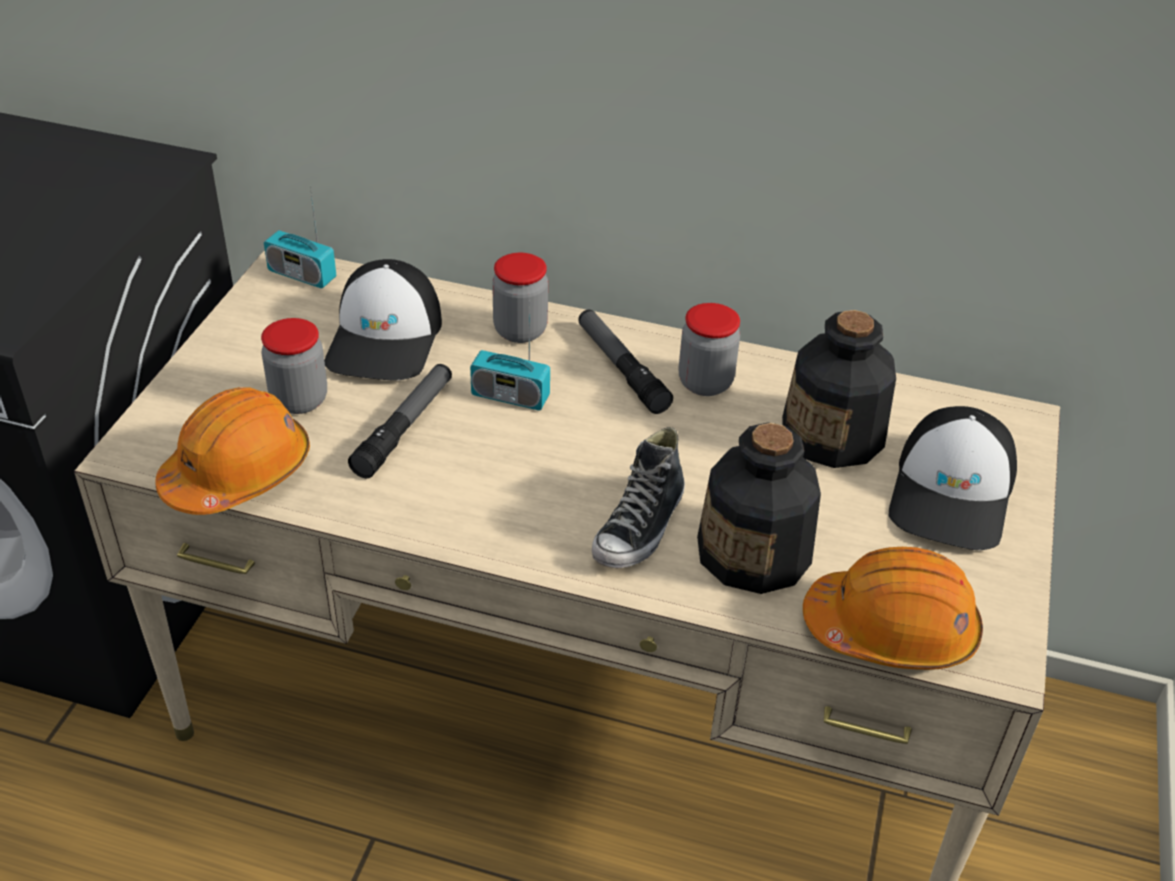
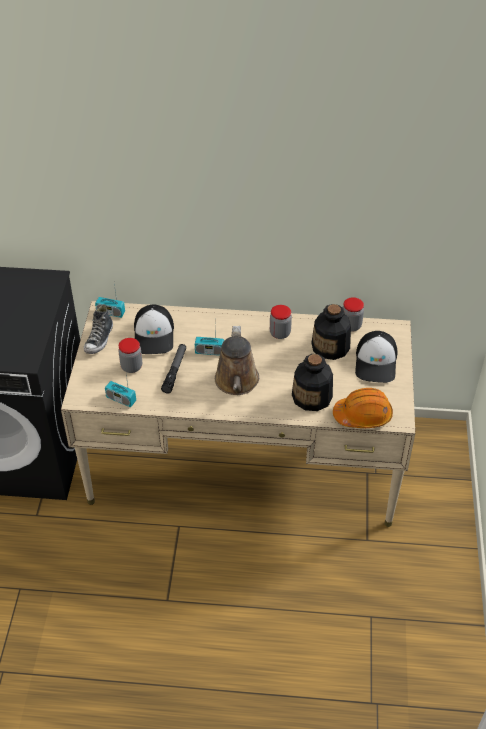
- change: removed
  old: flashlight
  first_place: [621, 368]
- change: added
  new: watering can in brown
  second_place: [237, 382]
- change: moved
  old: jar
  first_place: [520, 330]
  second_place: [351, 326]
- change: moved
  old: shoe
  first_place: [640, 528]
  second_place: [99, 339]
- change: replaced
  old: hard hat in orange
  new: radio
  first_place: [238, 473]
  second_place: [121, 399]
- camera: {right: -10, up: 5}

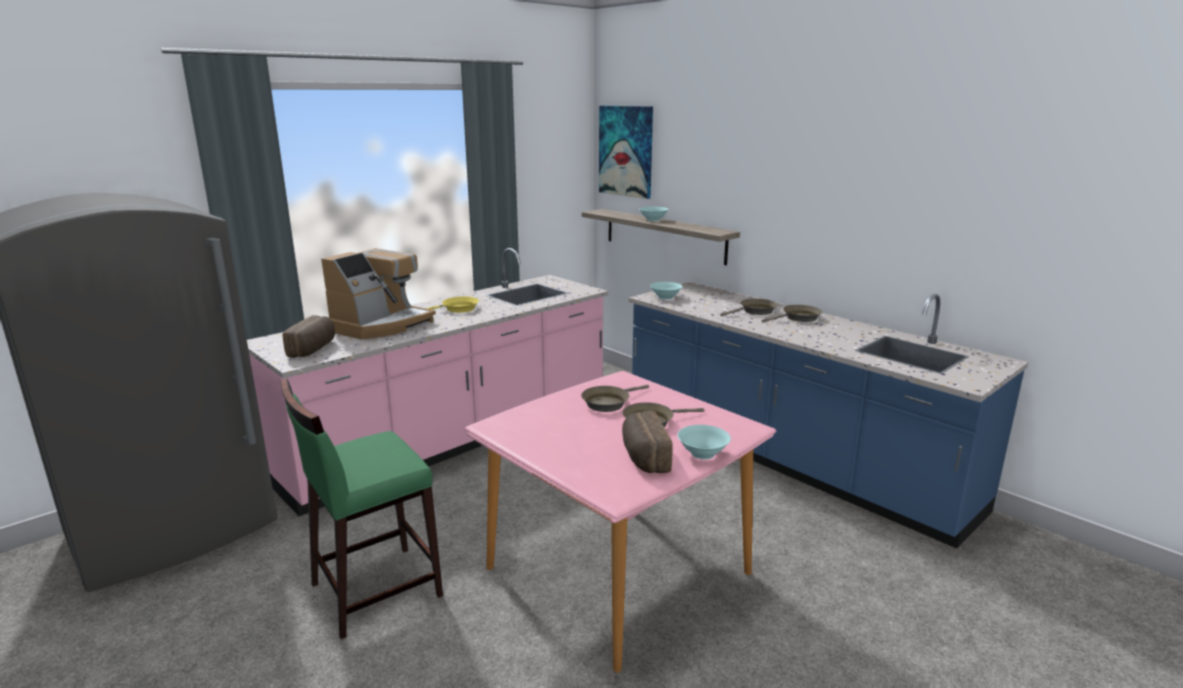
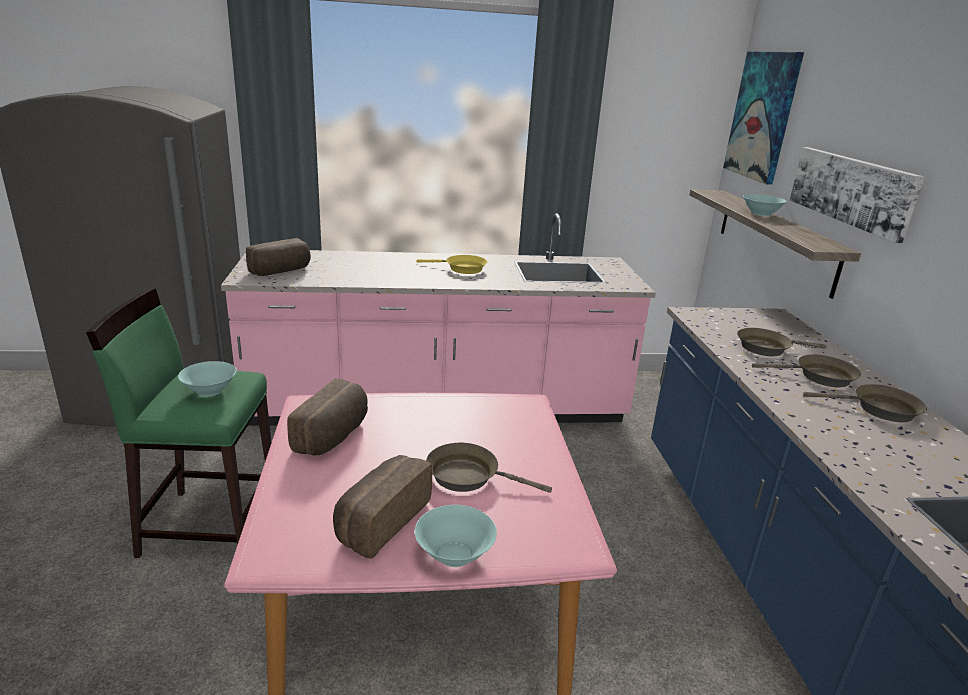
- change: removed
  old: coffee machine
  first_place: [381, 325]
- change: added
  new: bread
  second_place: [334, 436]
- change: added
  new: picture
  second_place: [851, 190]
- change: moved
  old: frying pan in brown
  first_place: [608, 403]
  second_place: [767, 348]
- change: moved
  old: bowl in turquoise
  first_place: [665, 297]
  second_place: [210, 390]
- camera: {right: 35, up: 5}

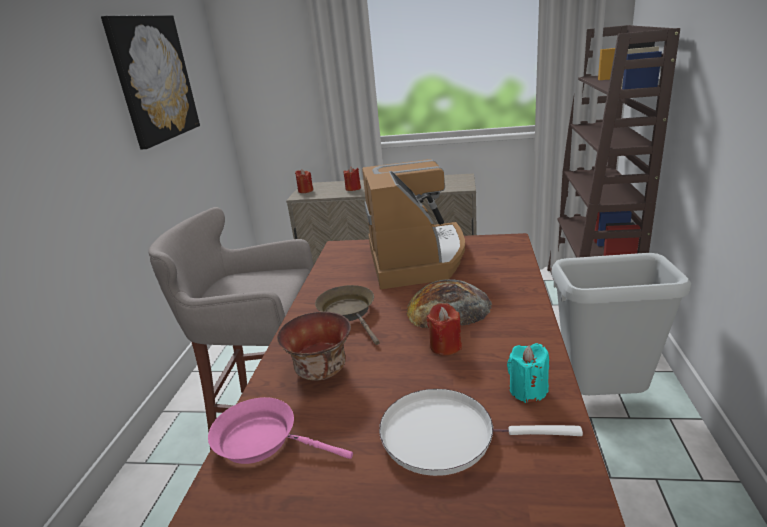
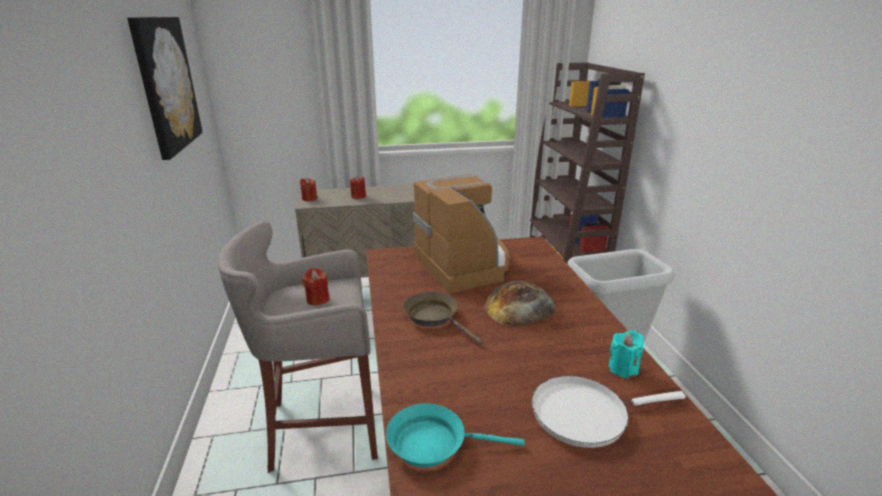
- change: removed
  old: bowl
  first_place: [322, 370]
- change: moved
  old: candle in red
  first_place: [445, 346]
  second_place: [317, 299]
- change: recoloured
  old: frying pan in pink
  new: frying pan in turquoise
  first_place: [263, 440]
  second_place: [433, 443]
- camera: {right: -20, up: 0}

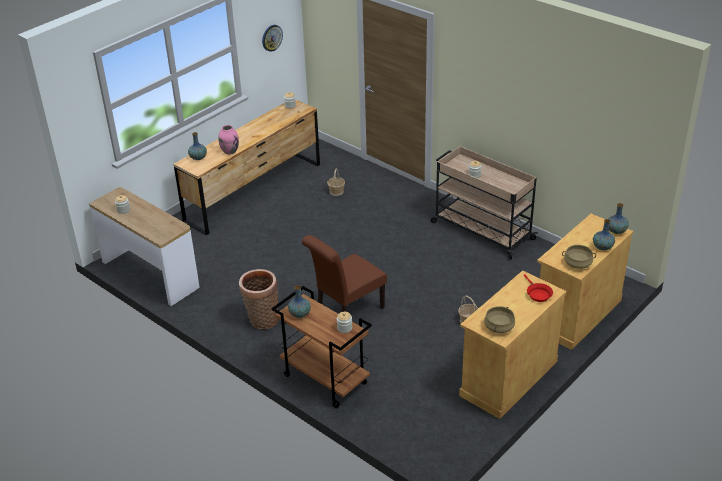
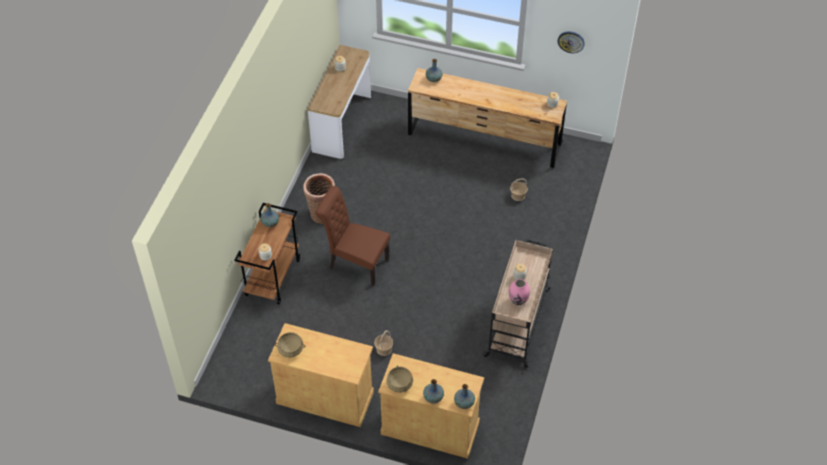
- change: removed
  old: frying pan in red
  first_place: [537, 294]
- change: moved
  old: vase in pink
  first_place: [230, 151]
  second_place: [518, 300]
- camera: {right: 65, up: 15}

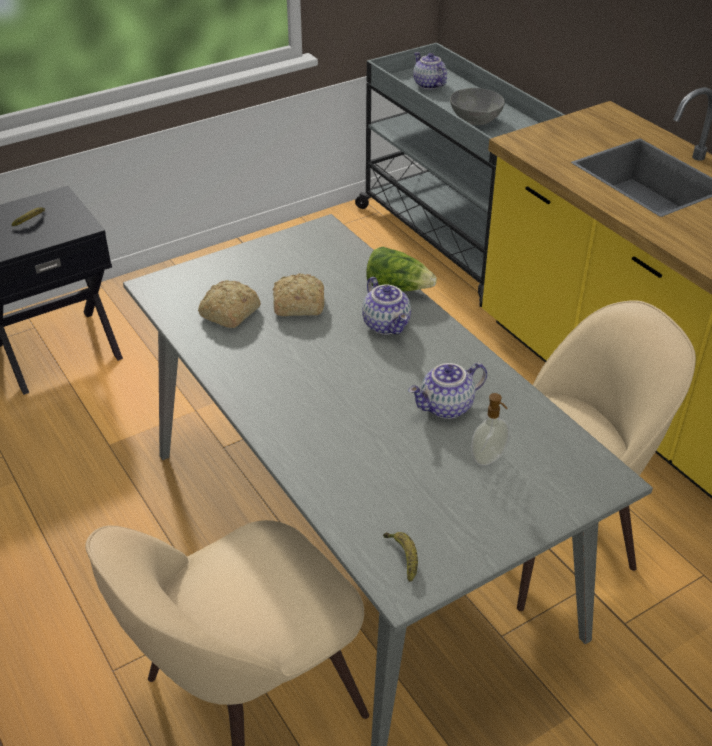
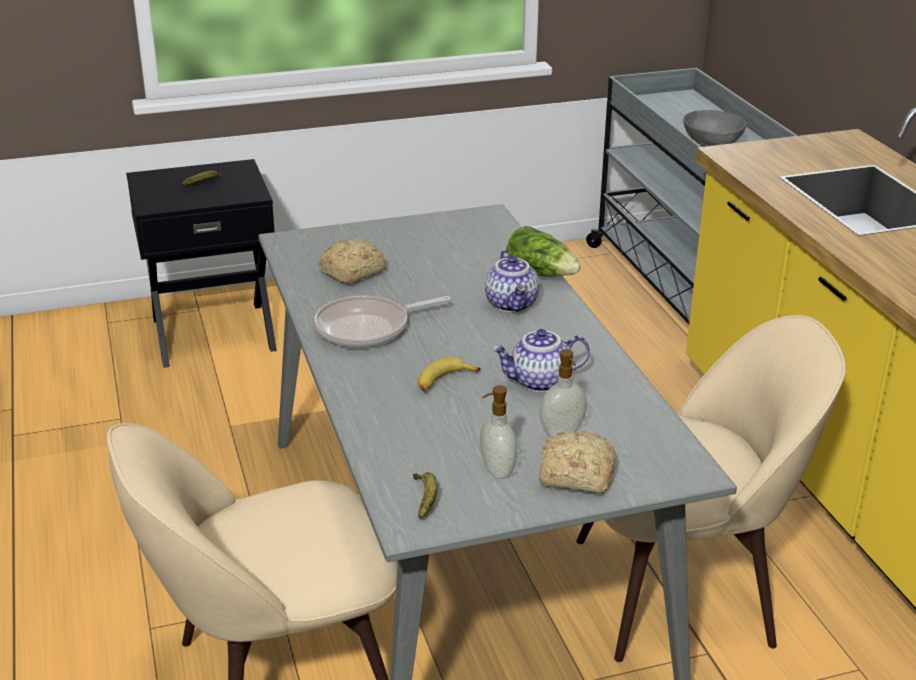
- change: removed
  old: teapot
  first_place: [428, 85]
- change: added
  new: frying pan
  second_place: [368, 328]
- change: added
  new: banana
  second_place: [443, 381]
- change: added
  new: soap dispenser
  second_place: [496, 470]
- change: moved
  old: bread
  first_place: [297, 305]
  second_place: [574, 475]
- camera: {right: 15, up: -10}

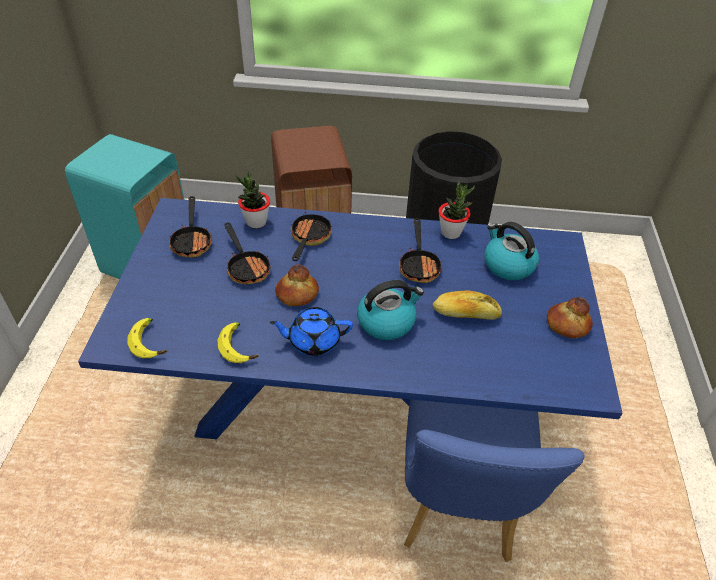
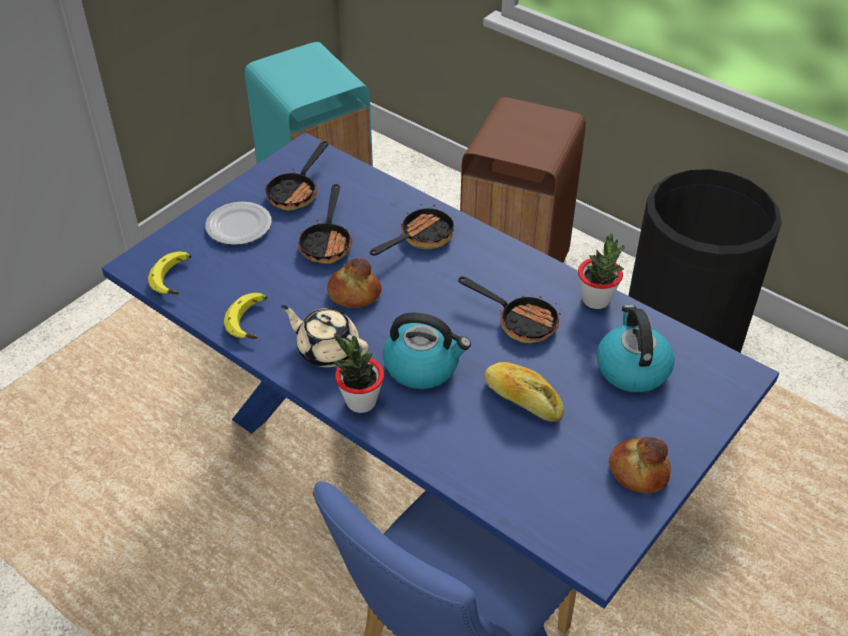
- change: added
  new: plate
  second_place: [239, 227]
- change: moved
  old: potted plant
  first_place: [256, 222]
  second_place: [361, 401]
- change: recoloured
  old: teapot in blue
  new: teapot in beige
  first_place: [313, 341]
  second_place: [327, 350]
- change: turned
  old: frying pan
  first_place: [419, 265]
  second_place: [519, 321]
  degrees: -90
- camera: {right: 35, up: 0}

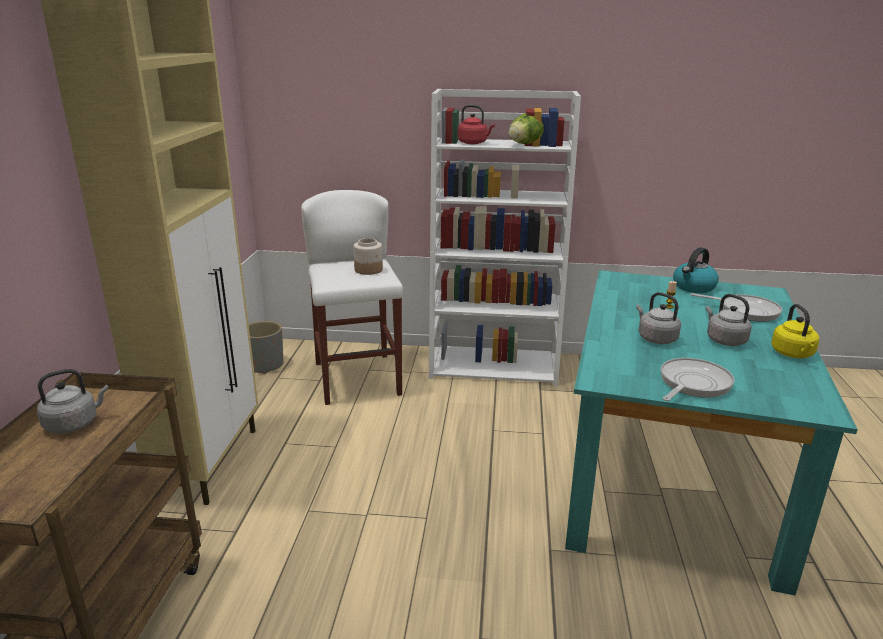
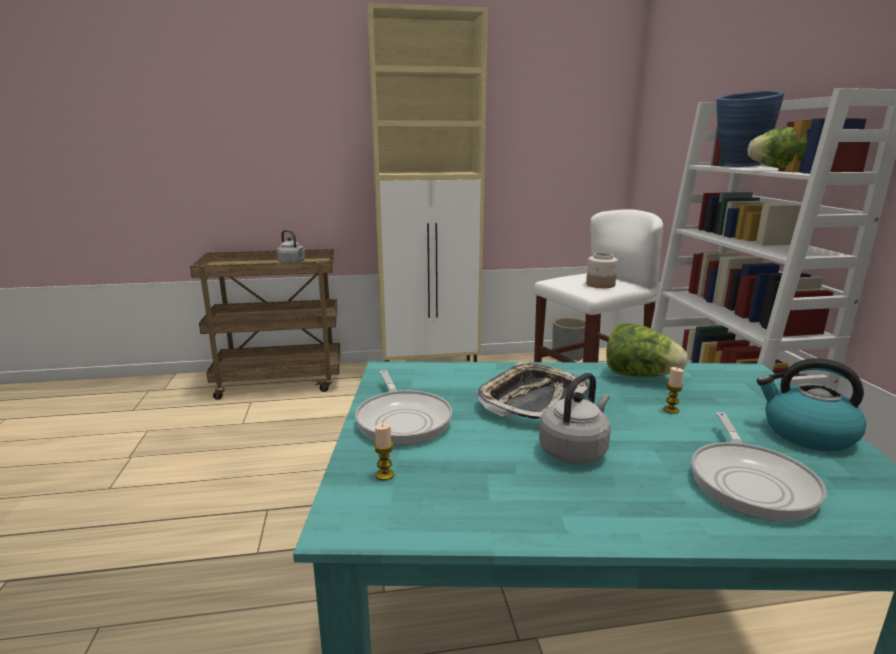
- change: removed
  old: kettle in yellow
  first_place: [793, 354]
- change: added
  new: candle
  second_place: [384, 475]
- change: added
  new: lettuce
  second_place: [640, 376]
- change: replaced
  old: kettle in red
  new: vase in blue
  first_place: [474, 143]
  second_place: [738, 166]
- change: replaced
  old: kettle in grey
  new: tray
  first_place: [655, 338]
  second_place: [532, 399]
- change: turned
  old: frying pan
  first_place: [692, 384]
  second_place: [403, 419]
  degrees: 45
- camera: {right: 75, up: -5}

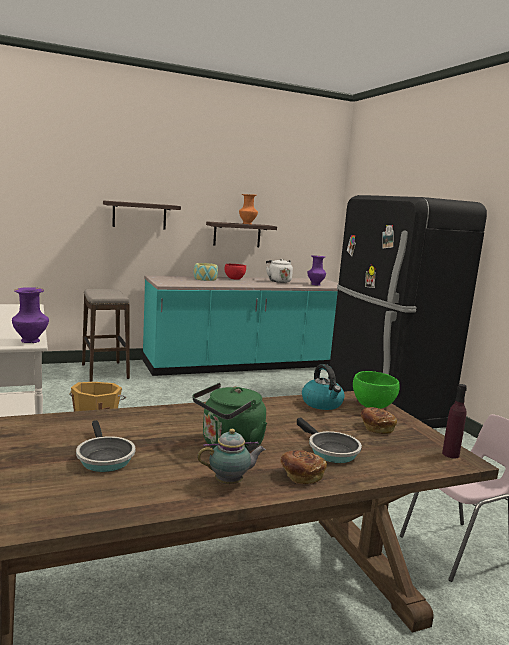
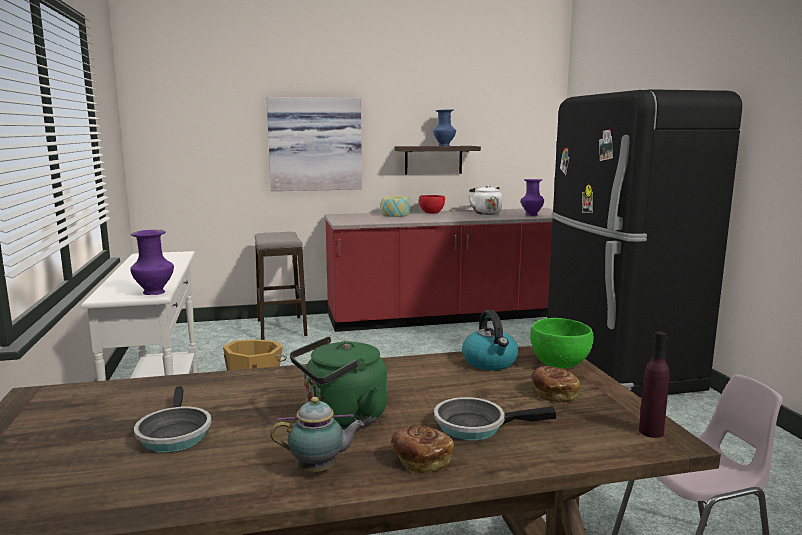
- change: replaced
  old: shelf
  new: picture
  first_place: [139, 215]
  second_place: [315, 144]
- change: recoloured
  old: counter in turquoise
  new: counter in red
  first_place: [245, 365]
  second_place: [449, 316]
- change: recoloured
  old: vase in orange
  new: vase in blue
  first_place: [247, 224]
  second_place: [444, 146]
- change: turned
  old: frying pan
  first_place: [330, 451]
  second_place: [475, 426]
  degrees: 105
- camera: {right: 10, up: 0}

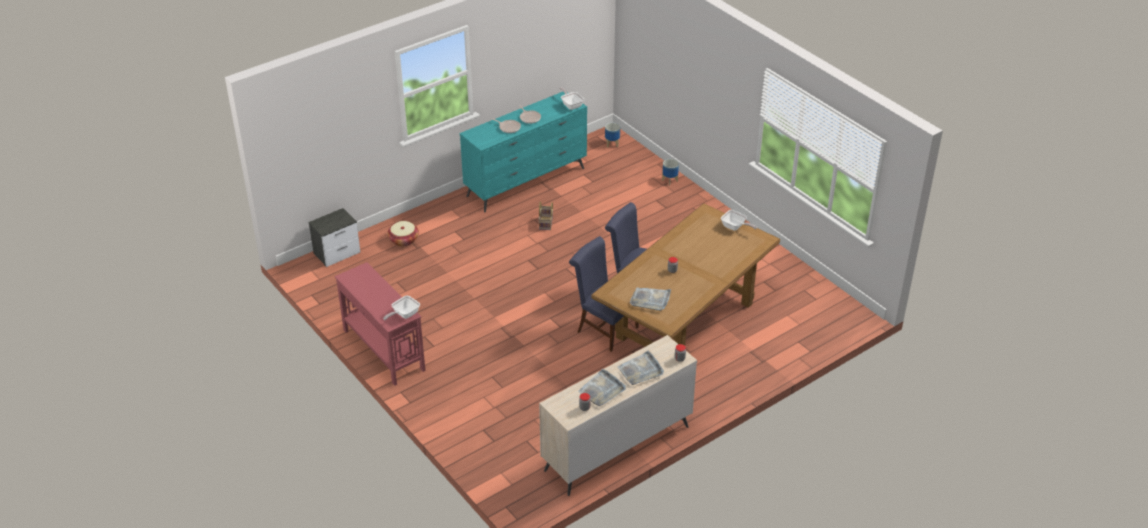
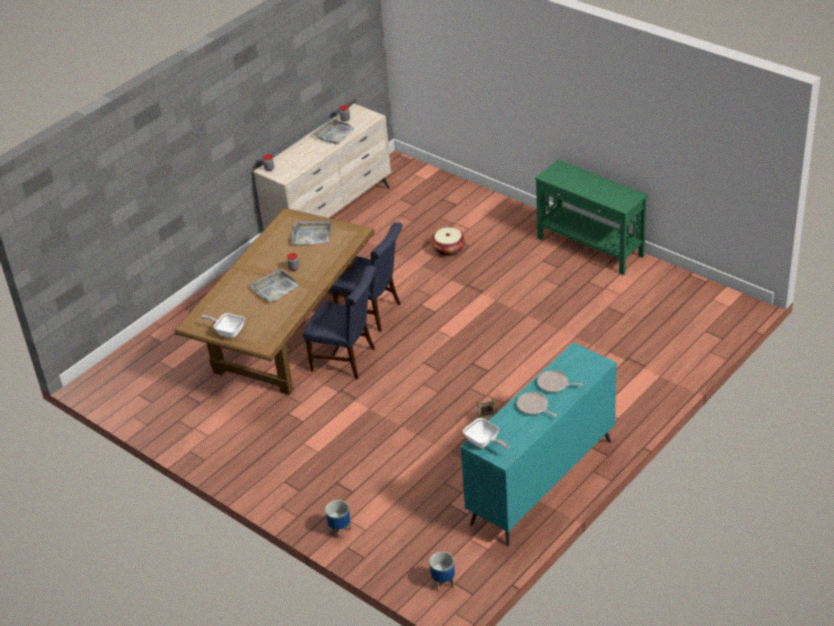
- change: removed
  old: nightstand
  first_place: [337, 253]
- change: removed
  old: frying pan
  first_place: [404, 315]
- change: moved
  old: basket
  first_place: [403, 240]
  second_place: [448, 249]
- change: moved
  old: tray in grey
  first_place: [640, 370]
  second_place: [274, 288]
- change: recoloured
  old: console table in red
  new: console table in green
  first_place: [383, 349]
  second_place: [590, 247]
- camera: {right: 170, up: 0}

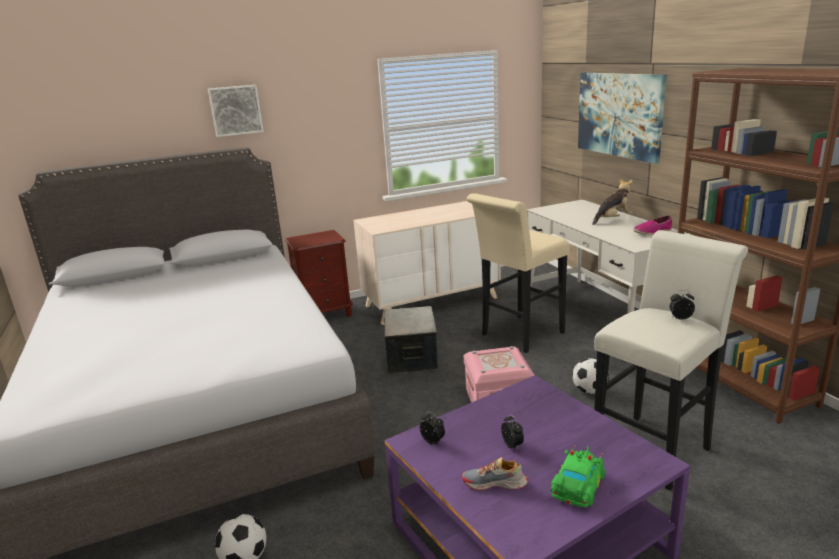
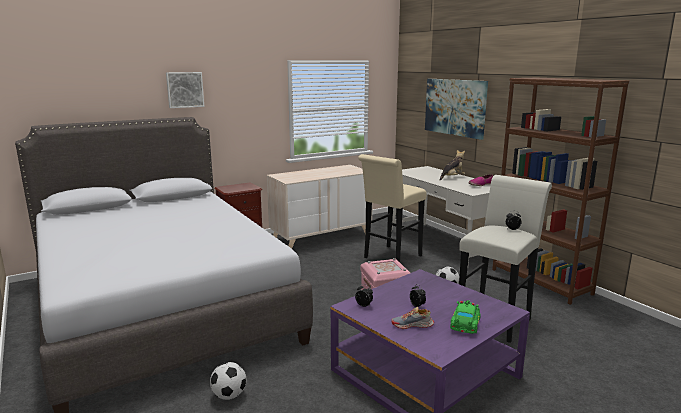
- change: removed
  old: storage box
  first_place: [412, 357]
- camera: {right: -10, up: -5}

